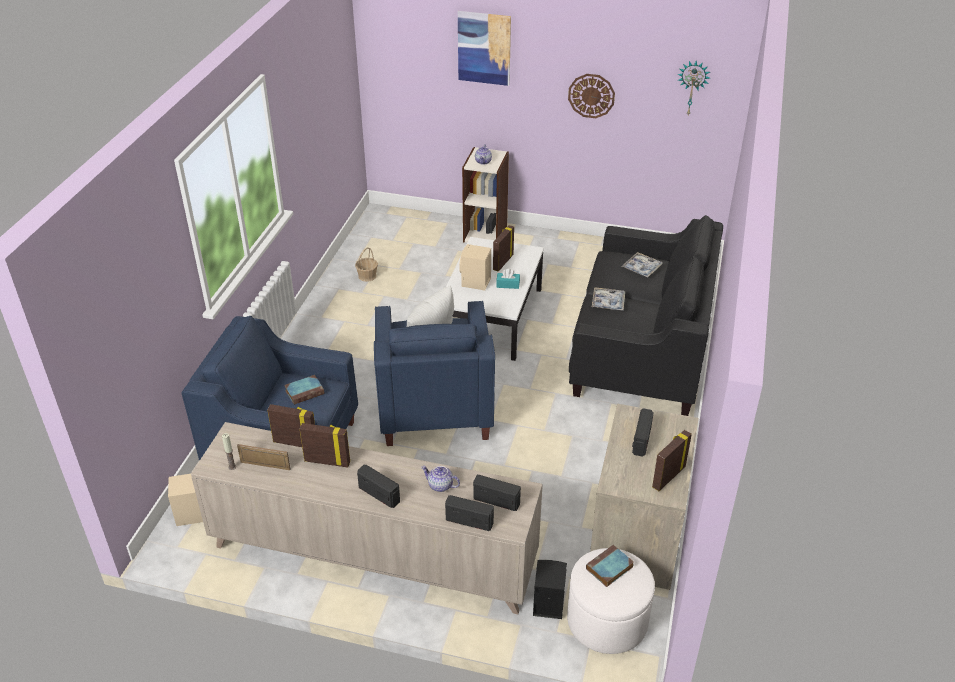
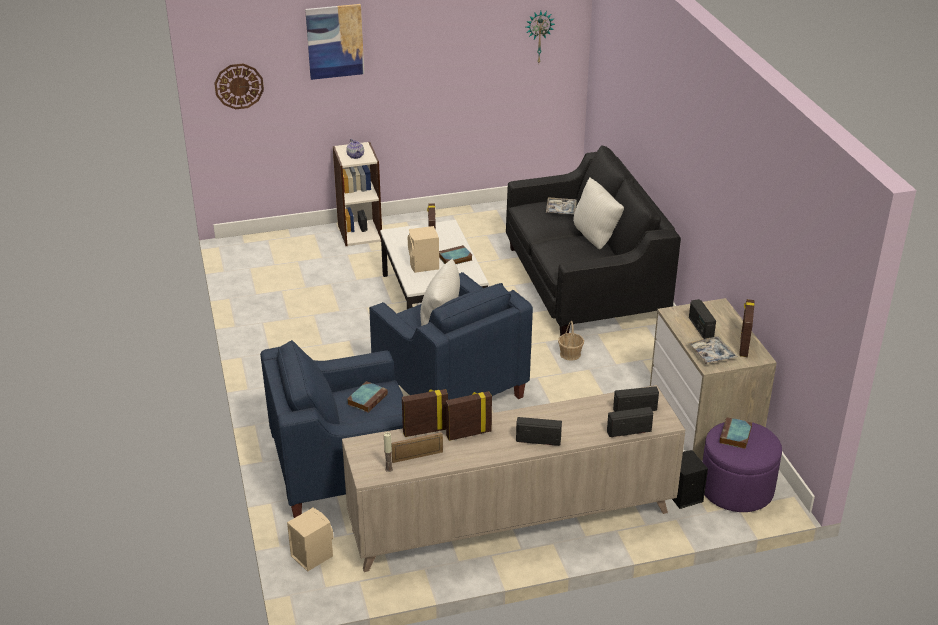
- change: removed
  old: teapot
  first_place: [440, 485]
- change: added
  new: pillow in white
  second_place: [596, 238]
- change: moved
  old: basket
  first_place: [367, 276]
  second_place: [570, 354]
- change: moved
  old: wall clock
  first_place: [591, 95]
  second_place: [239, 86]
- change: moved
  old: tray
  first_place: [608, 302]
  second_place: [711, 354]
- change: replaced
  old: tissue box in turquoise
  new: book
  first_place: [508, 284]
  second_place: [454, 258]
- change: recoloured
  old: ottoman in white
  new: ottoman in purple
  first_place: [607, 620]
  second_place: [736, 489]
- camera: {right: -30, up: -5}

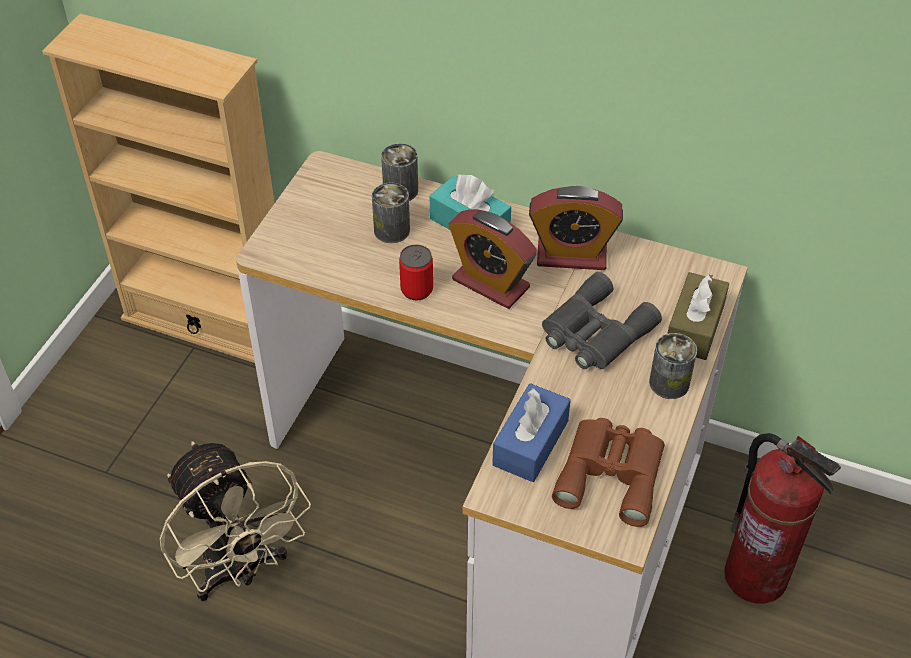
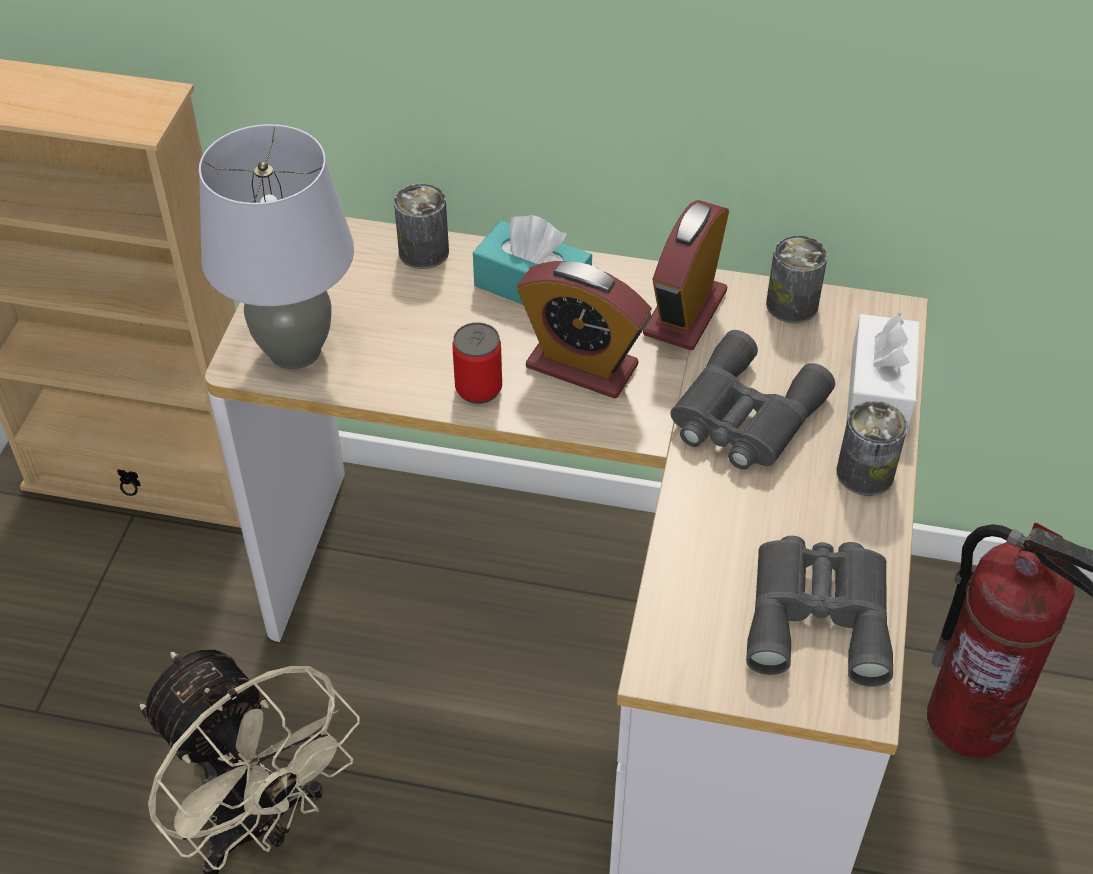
- change: removed
  old: tissue box in blue
  first_place: [530, 443]
- change: added
  new: table lamp in grey
  second_place: [295, 351]
- change: moved
  old: can
  first_place: [392, 230]
  second_place: [792, 305]
- change: recoloured
  old: binoculars in brown
  new: binoculars in grey
  first_place: [612, 473]
  second_place: [819, 613]
- change: recoloured
  old: tissue box in brown
  new: tissue box in white
  first_place: [694, 327]
  second_place: [879, 390]
- change: turned
  old: alarm clock
  first_place: [571, 255]
  second_place: [685, 313]
  degrees: 120
- camera: {right: -10, up: 0}

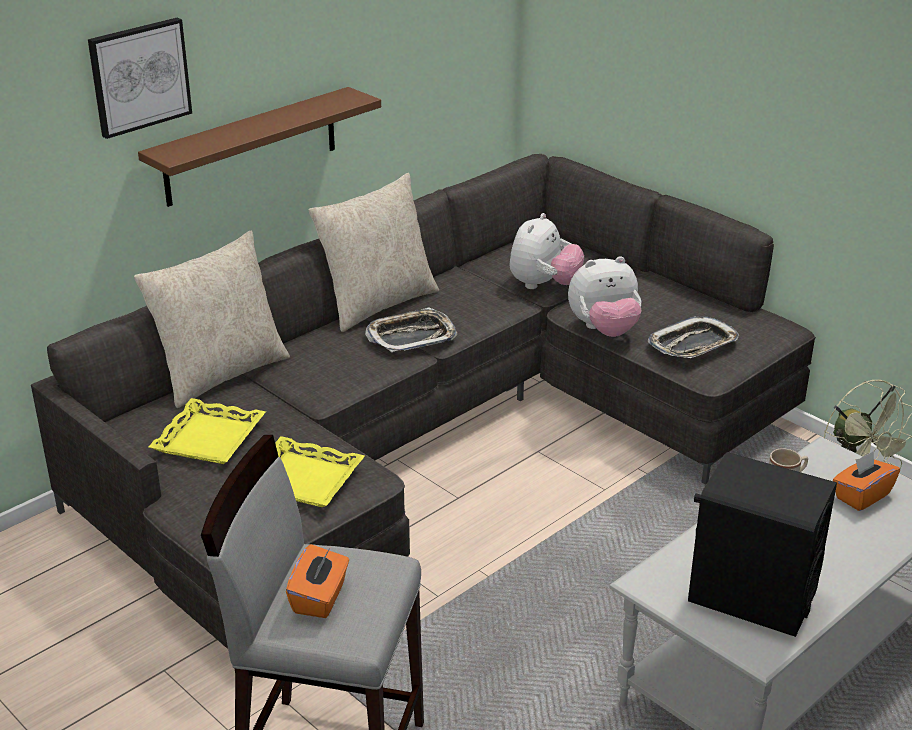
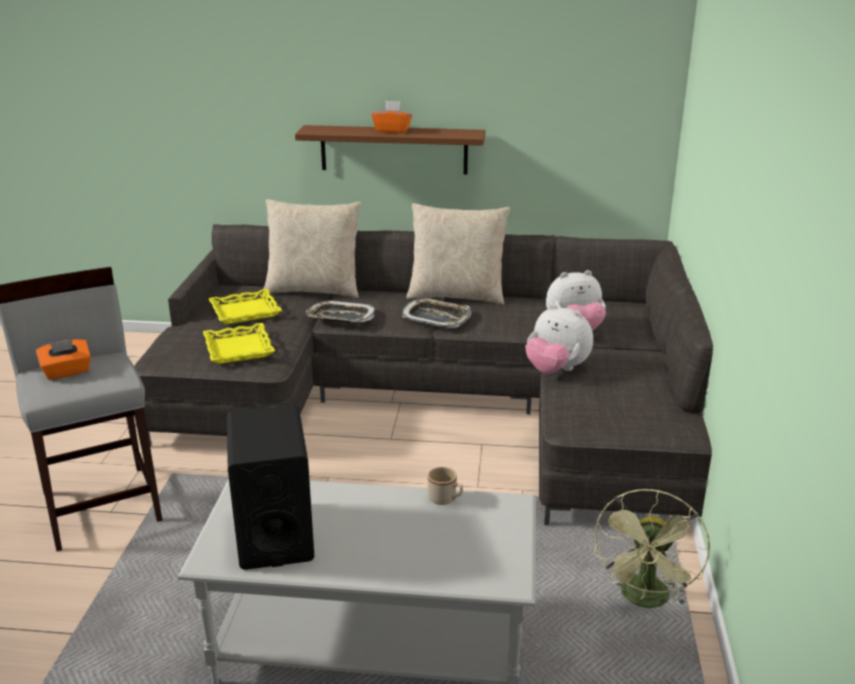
- change: removed
  old: picture
  first_place: [139, 76]
- change: moved
  old: tray
  first_place: [693, 345]
  second_place: [340, 317]
- change: moved
  old: tissue box in orange
  first_place: [861, 496]
  second_place: [392, 130]
- camera: {right: 50, up: -5}

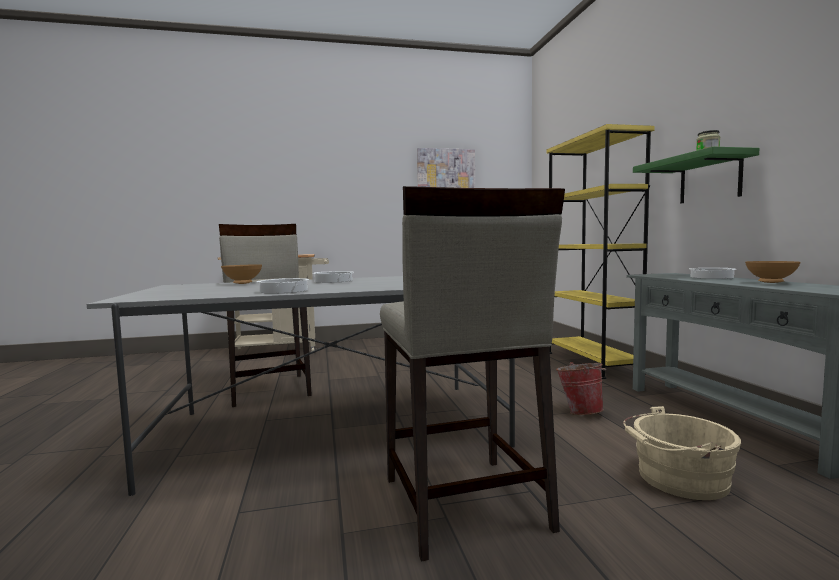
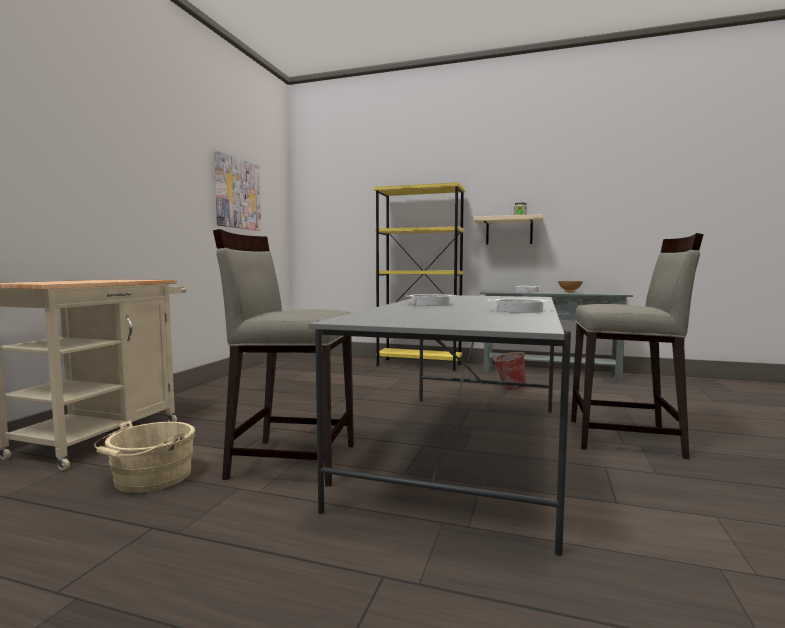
- change: removed
  old: bowl in brown
  first_place: [242, 283]
- change: moved
  old: bucket in beige
  first_place: [677, 479]
  second_place: [149, 478]
- change: recoloured
  old: shelf in green
  new: shelf in beige
  first_place: [710, 179]
  second_place: [509, 231]
- camera: {right: -60, up: 0}

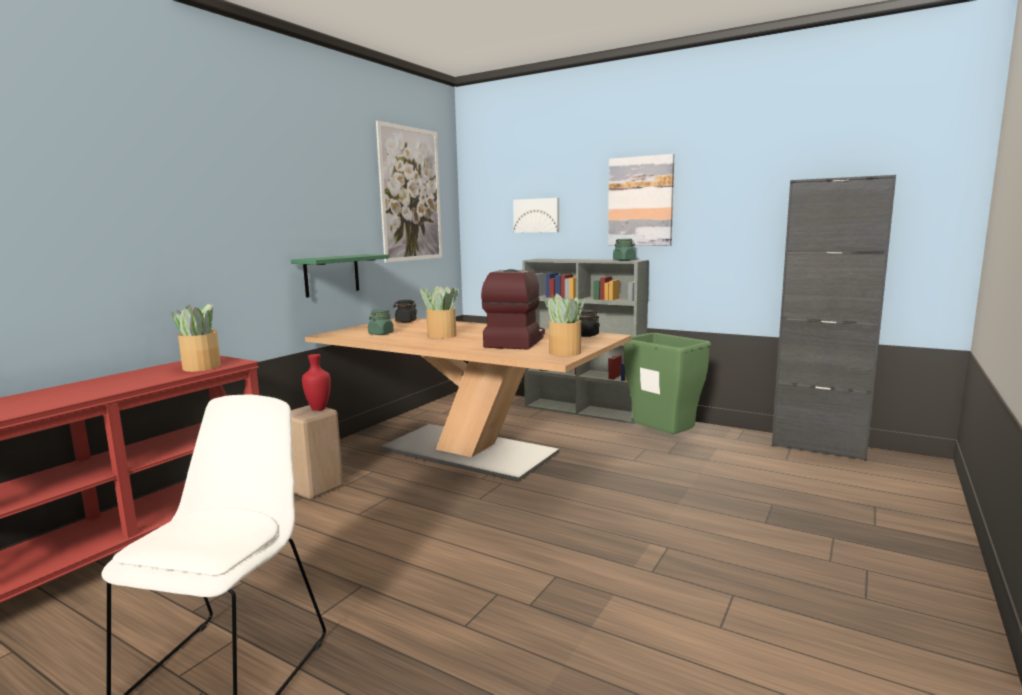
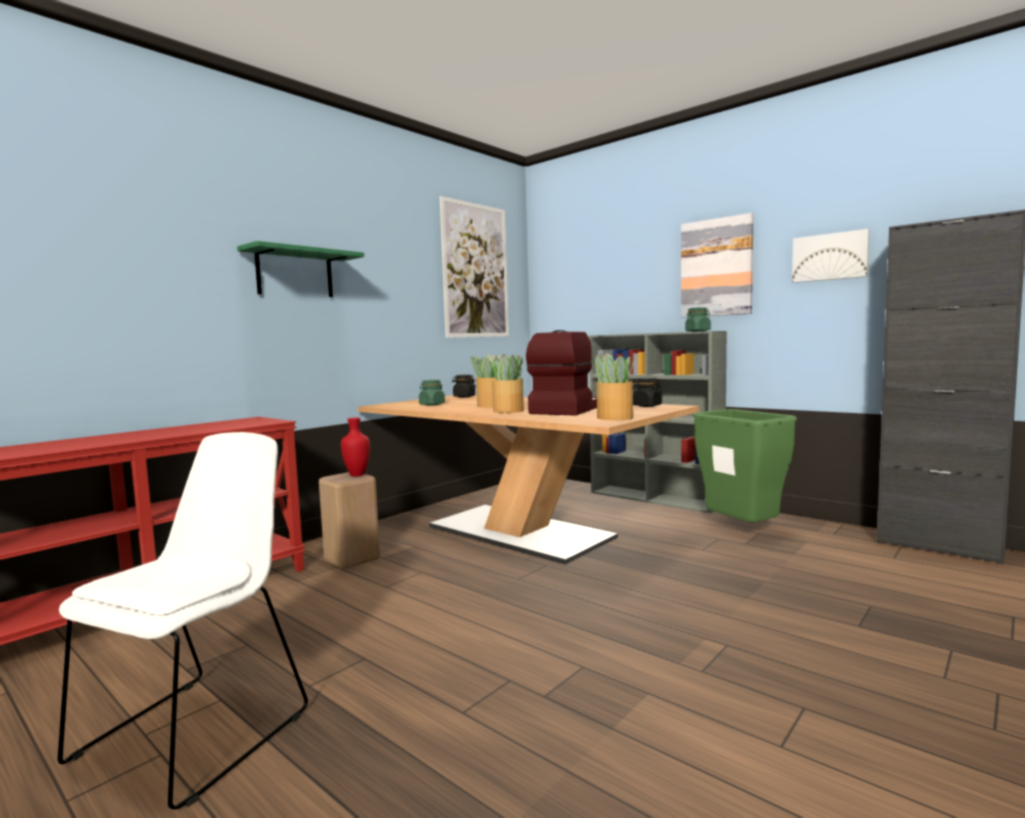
- change: moved
  old: potted plant
  first_place: [202, 366]
  second_place: [508, 410]
- change: moved
  old: shelf in green
  first_place: [332, 275]
  second_place: [295, 273]
- change: moved
  old: picture
  first_place: [537, 215]
  second_place: [830, 257]
- camera: {right: 10, up: -5}

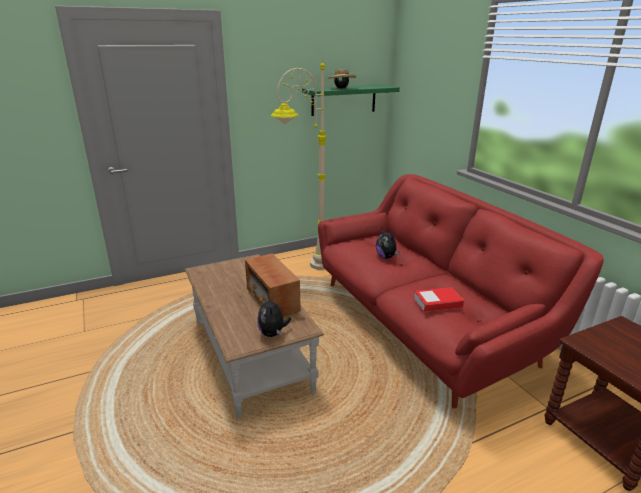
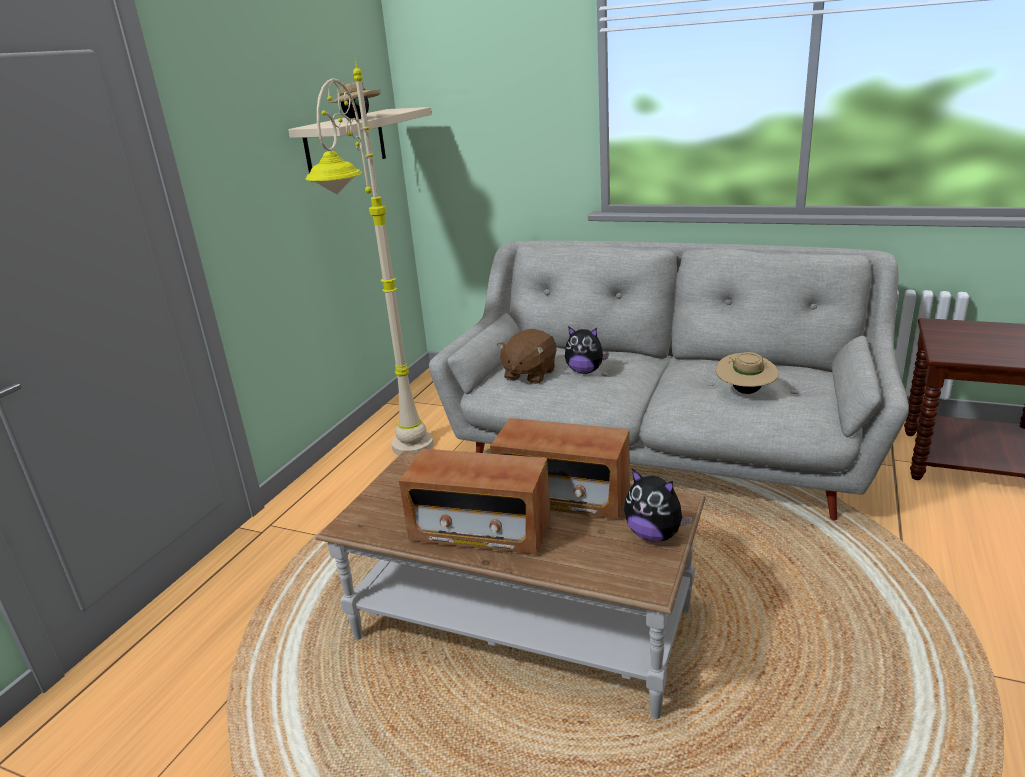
- change: added
  new: radio
  second_place: [480, 531]
- change: added
  new: plush toy in brown
  second_place: [529, 374]
- change: replaced
  old: book
  new: hat in beige
  first_place: [437, 303]
  second_place: [745, 392]
- change: recoloured
  old: shelf in green
  new: shelf in beige
  first_place: [344, 100]
  second_place: [346, 143]
- change: recoloured
  old: sofa in red
  new: sofa in grey
  first_place: [423, 323]
  second_place: [660, 450]
- camera: {right: -40, up: 0}

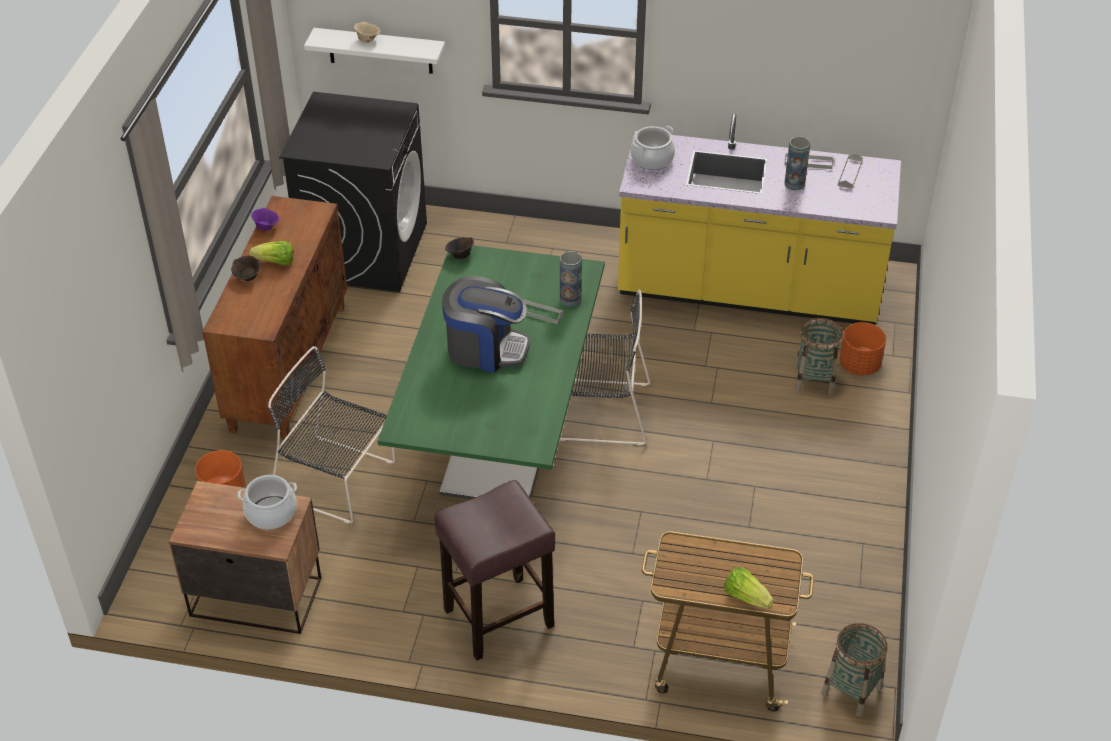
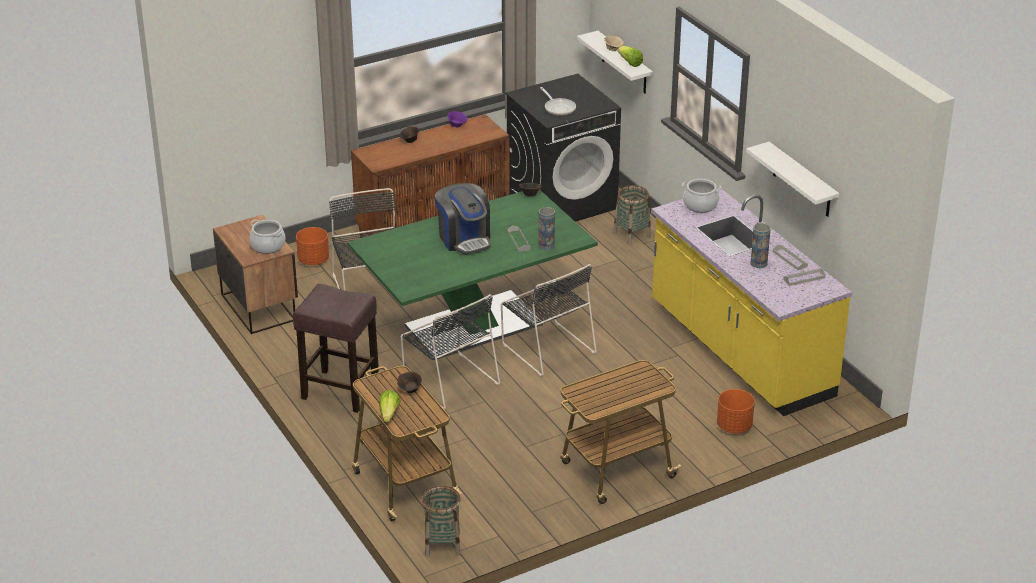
- change: added
  new: bowl in brown
  second_place: [410, 390]
- change: added
  new: chair in black
  second_place: [449, 379]
- change: added
  new: frying pan
  second_place: [558, 108]
- change: added
  new: cart
  second_place: [615, 471]
- change: added
  new: shelf in white
  second_place: [802, 181]
- change: moved
  old: lettuce
  first_place: [275, 262]
  second_place: [630, 63]
- change: moved
  old: basket
  first_place: [814, 380]
  second_place: [632, 234]
- camera: {right: 50, up: -10}

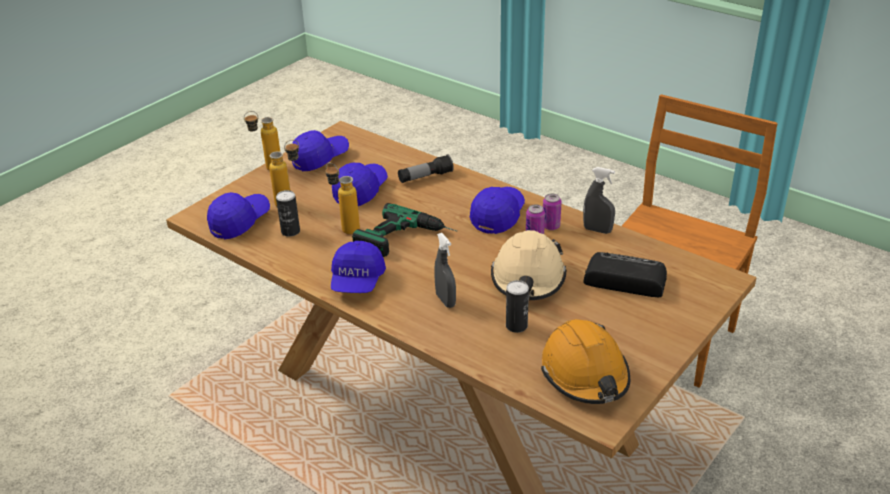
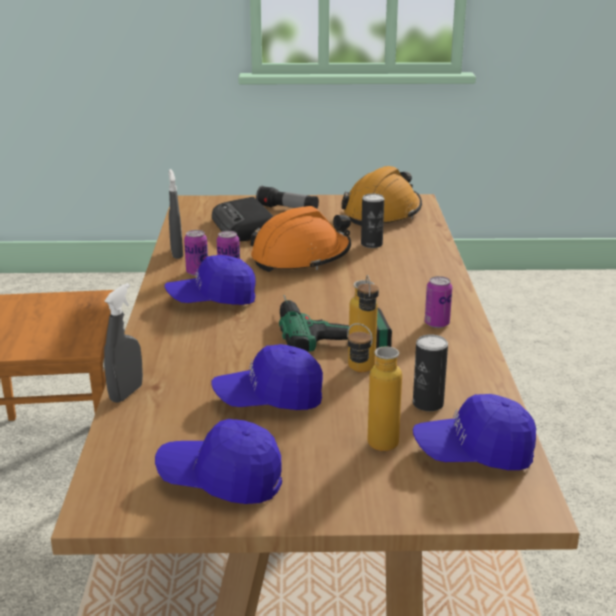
- change: removed
  old: bottle
  first_place: [267, 168]
- change: moved
  old: flashlight
  first_place: [425, 177]
  second_place: [287, 209]
- change: moved
  old: spray bottle in grey
  first_place: [445, 300]
  second_place: [126, 393]
- change: replaced
  old: cap in blue
  new: can
  first_place: [357, 281]
  second_place: [437, 324]
- change: recoloured
  old: hard hat in beige
  new: hard hat in orange
  first_place: [528, 278]
  second_place: [301, 258]
- camera: {right: -130, up: -10}

